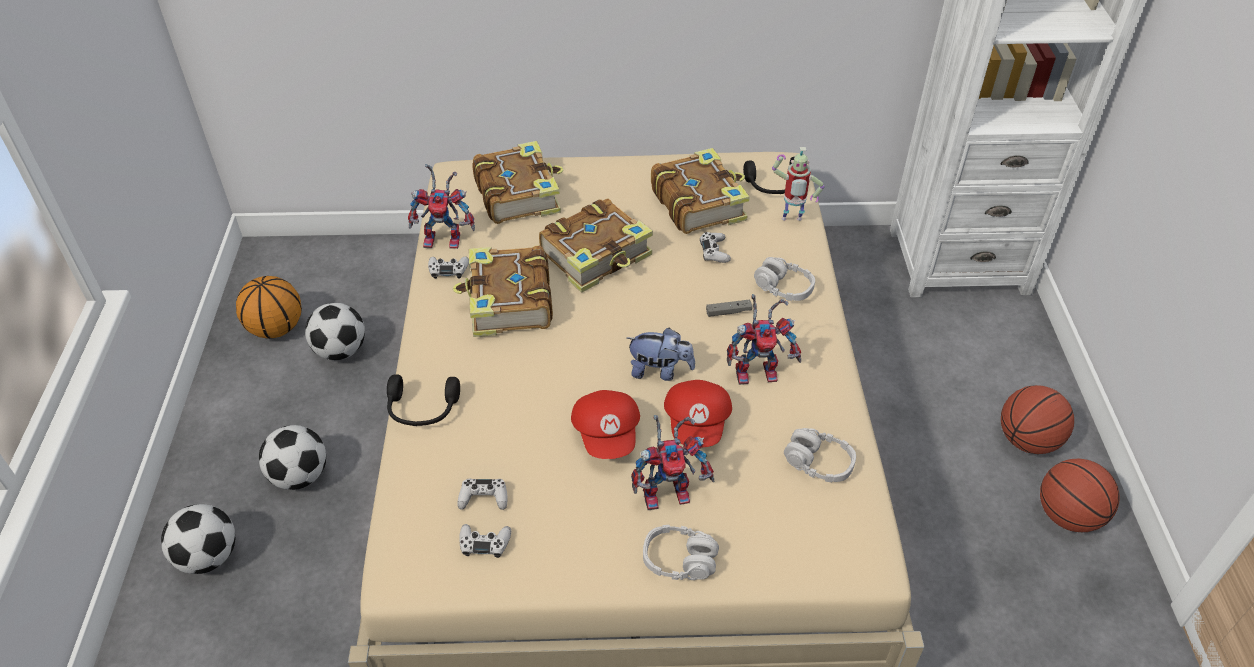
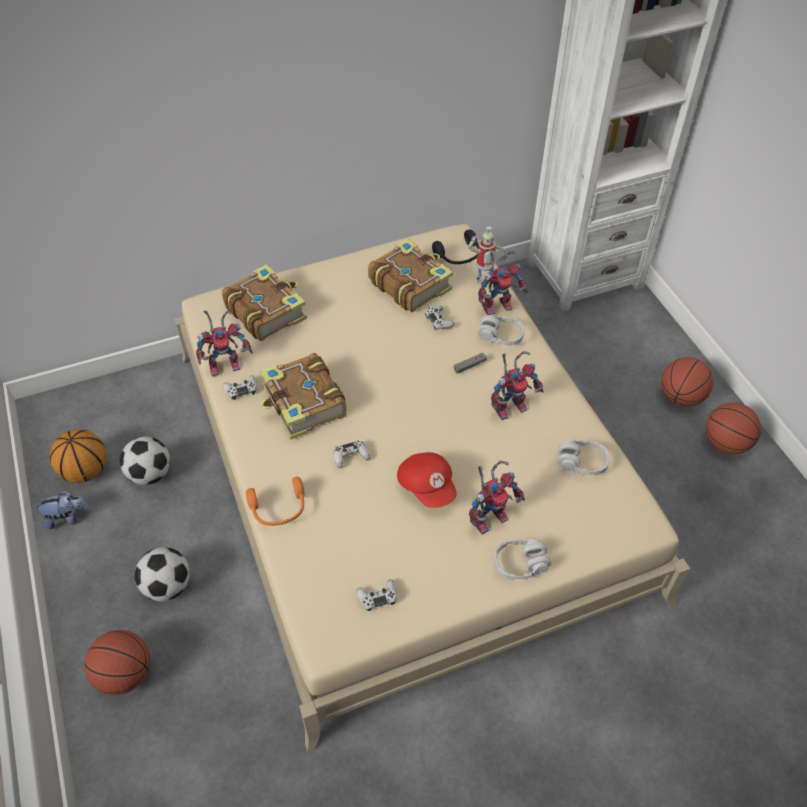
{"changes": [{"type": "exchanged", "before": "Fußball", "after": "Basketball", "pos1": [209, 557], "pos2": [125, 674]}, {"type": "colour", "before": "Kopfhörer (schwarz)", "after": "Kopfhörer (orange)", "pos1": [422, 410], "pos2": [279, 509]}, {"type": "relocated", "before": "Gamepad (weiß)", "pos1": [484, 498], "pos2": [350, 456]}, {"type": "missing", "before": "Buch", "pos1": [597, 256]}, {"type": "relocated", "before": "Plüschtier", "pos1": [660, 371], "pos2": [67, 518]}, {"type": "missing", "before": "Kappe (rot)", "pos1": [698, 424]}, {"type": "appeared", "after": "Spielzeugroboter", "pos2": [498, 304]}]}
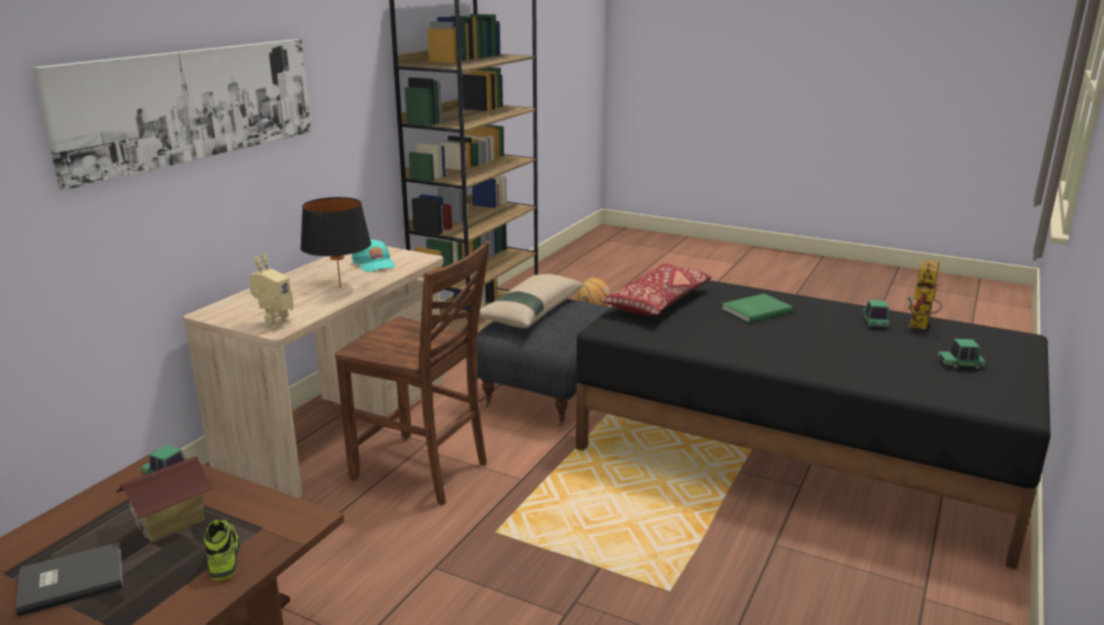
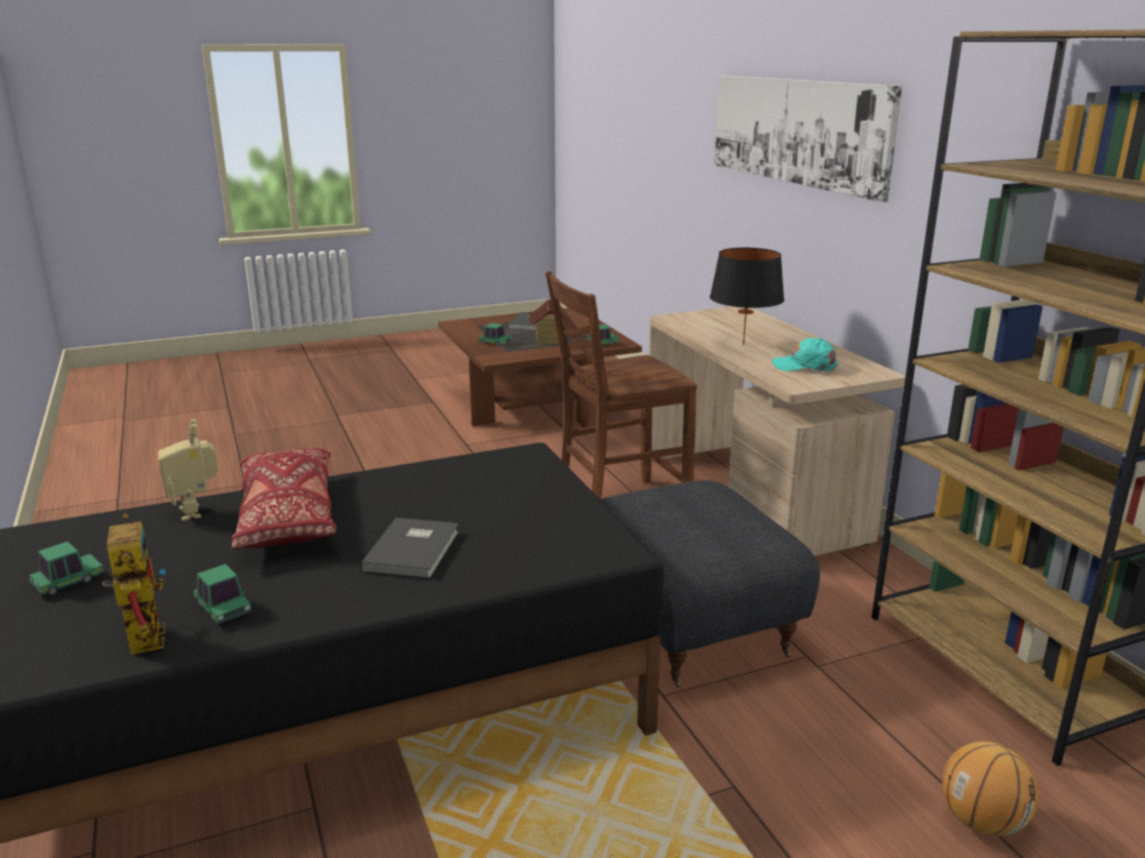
{"changes": [{"type": "exchanged", "before": "Schuh", "after": "Spielzeugauto", "pos1": [223, 557], "pos2": [495, 343]}, {"type": "relocated", "before": "Spielzeugroboter", "pos1": [274, 323], "pos2": [196, 511]}, {"type": "missing", "before": "Kissen (beige)", "pos1": [530, 311]}, {"type": "relocated", "before": "Kissen (rot)", "pos1": [658, 303], "pos2": [288, 516]}, {"type": "colour", "before": "Buch (grün)", "after": "Buch (grau)", "pos1": [754, 310], "pos2": [415, 550]}]}
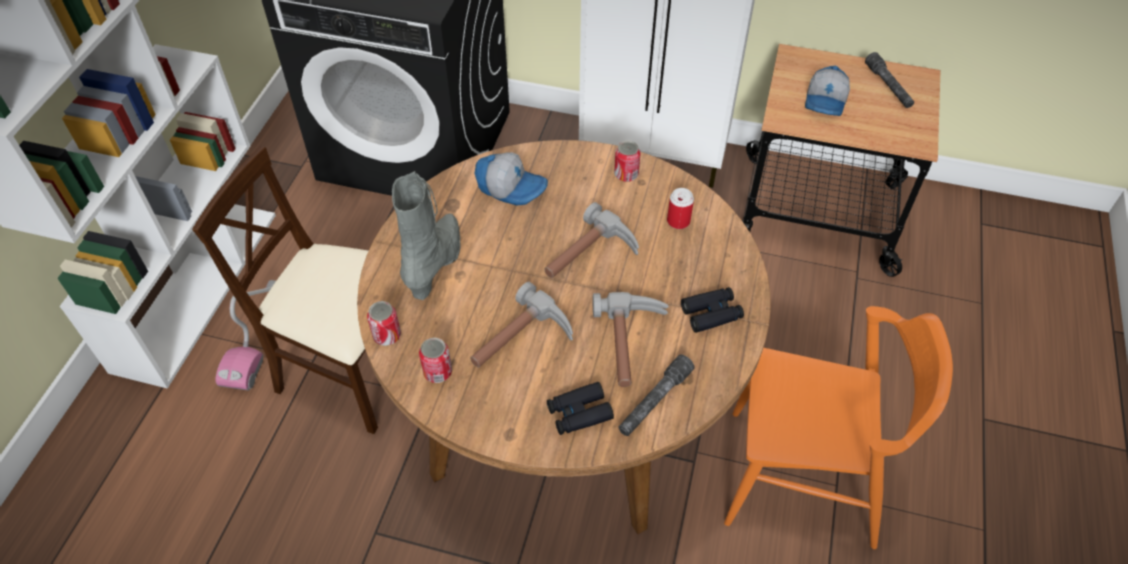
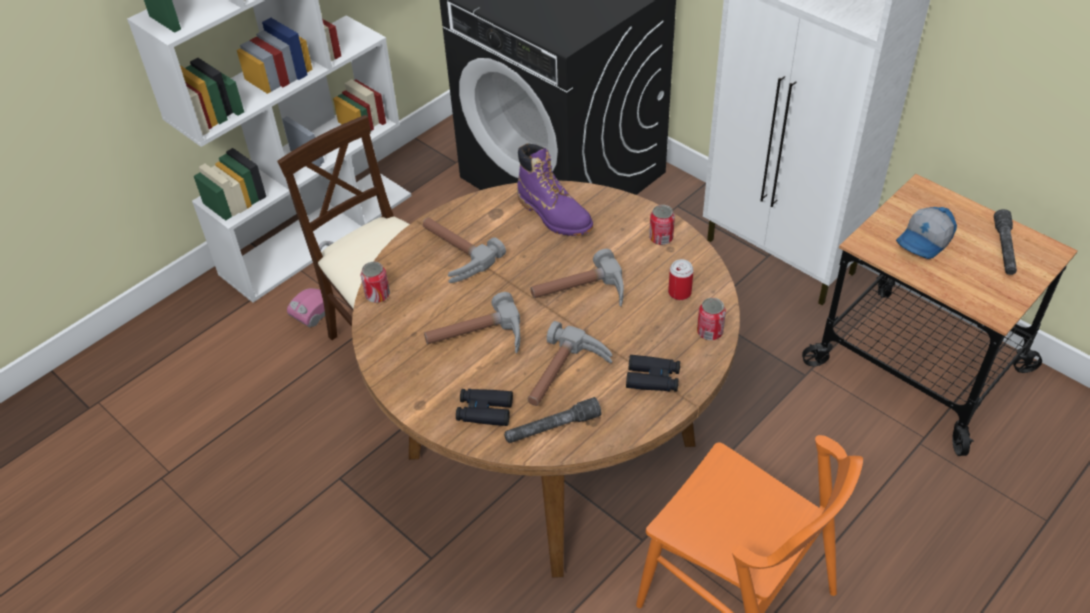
{"changes": [{"type": "exchanged", "before": "Stiefel (grau)", "after": "Hammer", "pos1": [436, 264], "pos2": [451, 255]}, {"type": "relocated", "before": "Dose", "pos1": [437, 372], "pos2": [709, 332]}, {"type": "exchanged", "before": "Kappe", "after": "Stiefel (lila)", "pos1": [511, 186], "pos2": [554, 215]}]}
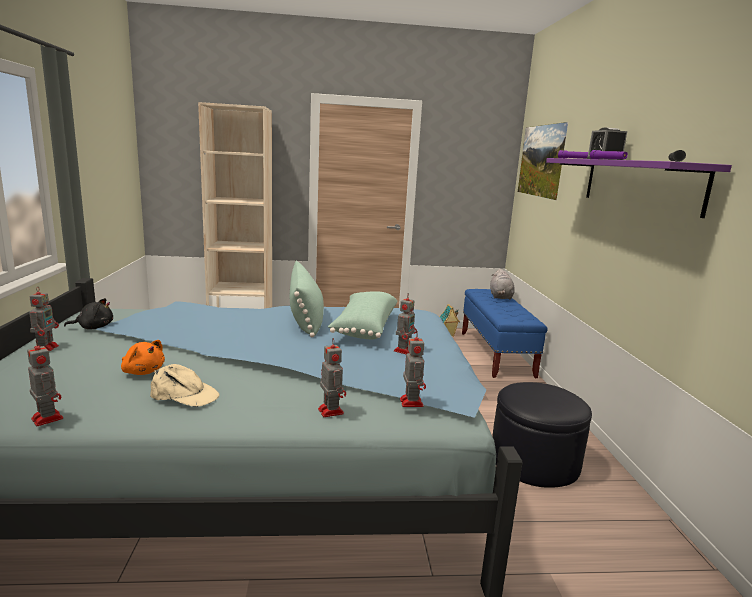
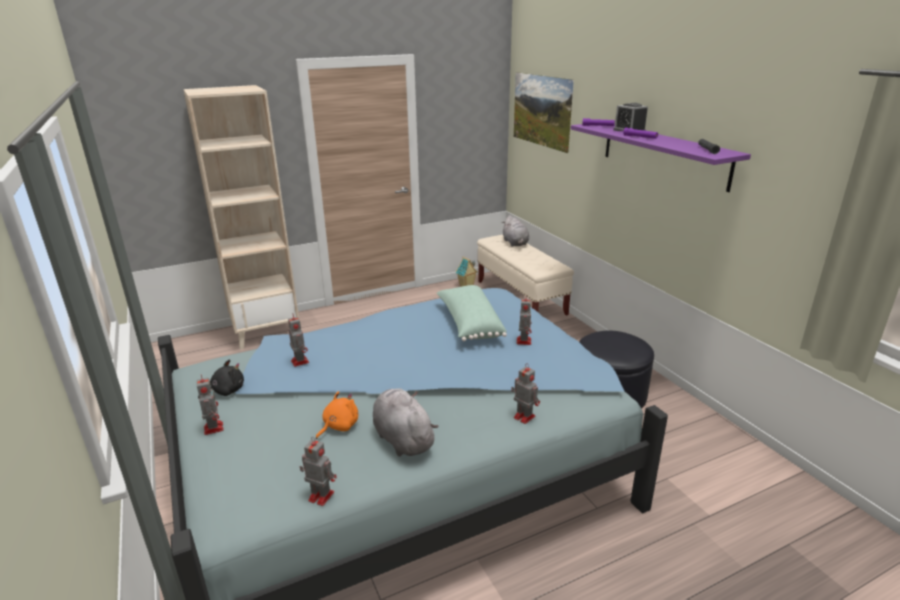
{"changes": [{"type": "spun", "before": "Plüschtier (orange)", "pos1": [143, 371], "pos2": [339, 426], "turn": -60}, {"type": "exchanged", "before": "Kappe (beige)", "after": "Plüschtier (grau)", "pos1": [184, 395], "pos2": [402, 438]}, {"type": "missing", "before": "Kissen (grün)", "pos1": [306, 318]}, {"type": "relocated", "before": "Spielzeugroboter", "pos1": [411, 402], "pos2": [299, 361]}, {"type": "colour", "before": "Bank (blau)", "after": "Bank (beige)", "pos1": [495, 354], "pos2": [520, 298]}]}
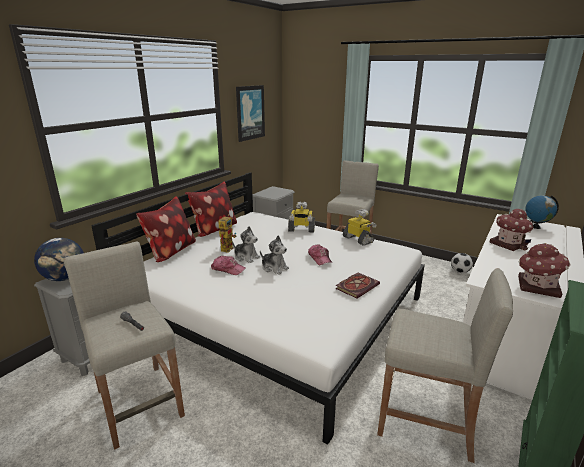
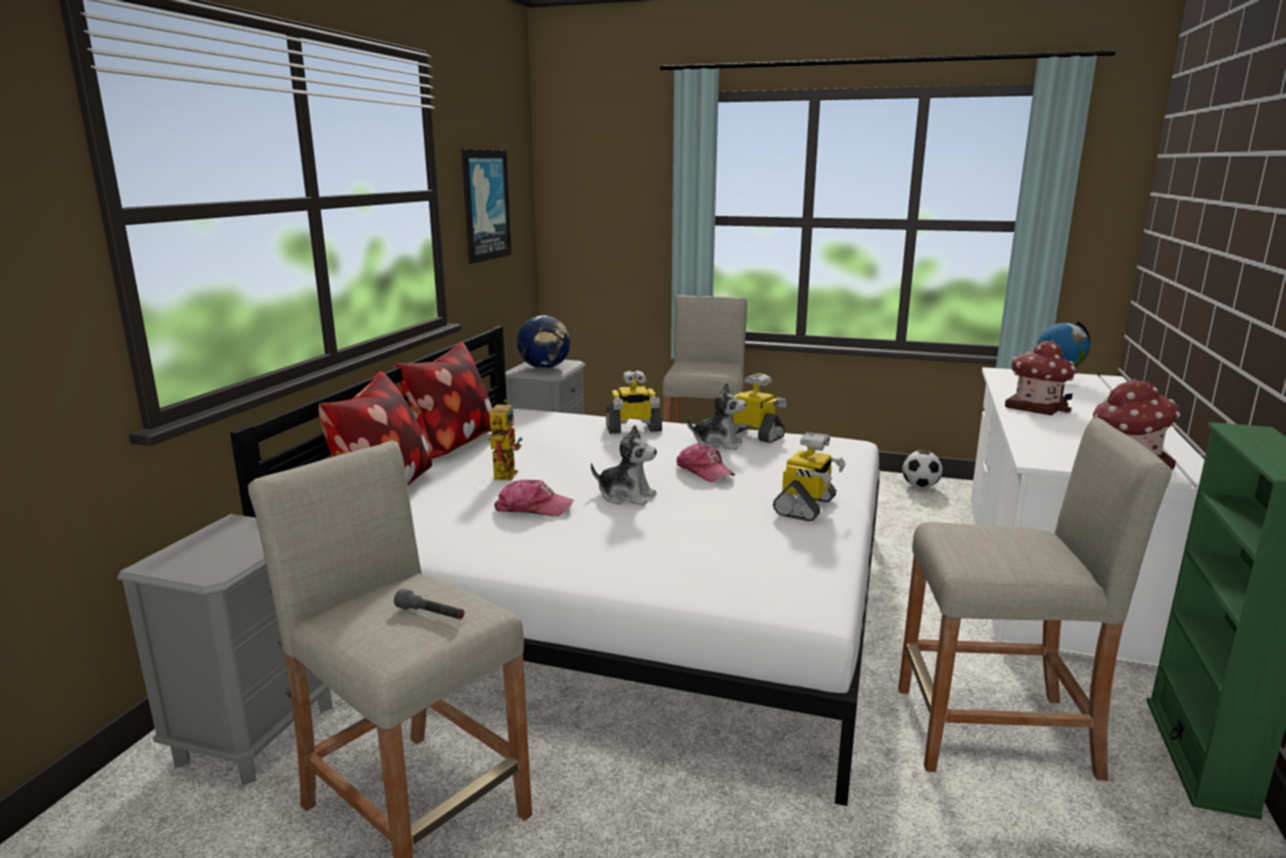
{"changes": [{"type": "relocated", "before": "Globus", "pos1": [65, 278], "pos2": [545, 368]}, {"type": "relocated", "before": "Plüschtier", "pos1": [246, 257], "pos2": [717, 444]}, {"type": "exchanged", "before": "Buch", "after": "Spielzeugroboter", "pos1": [357, 286], "pos2": [806, 507]}]}
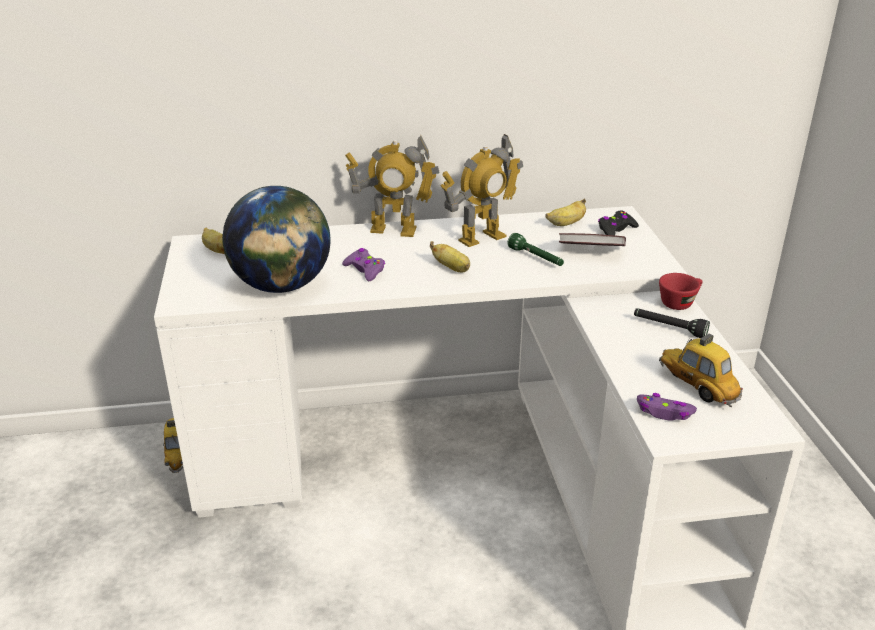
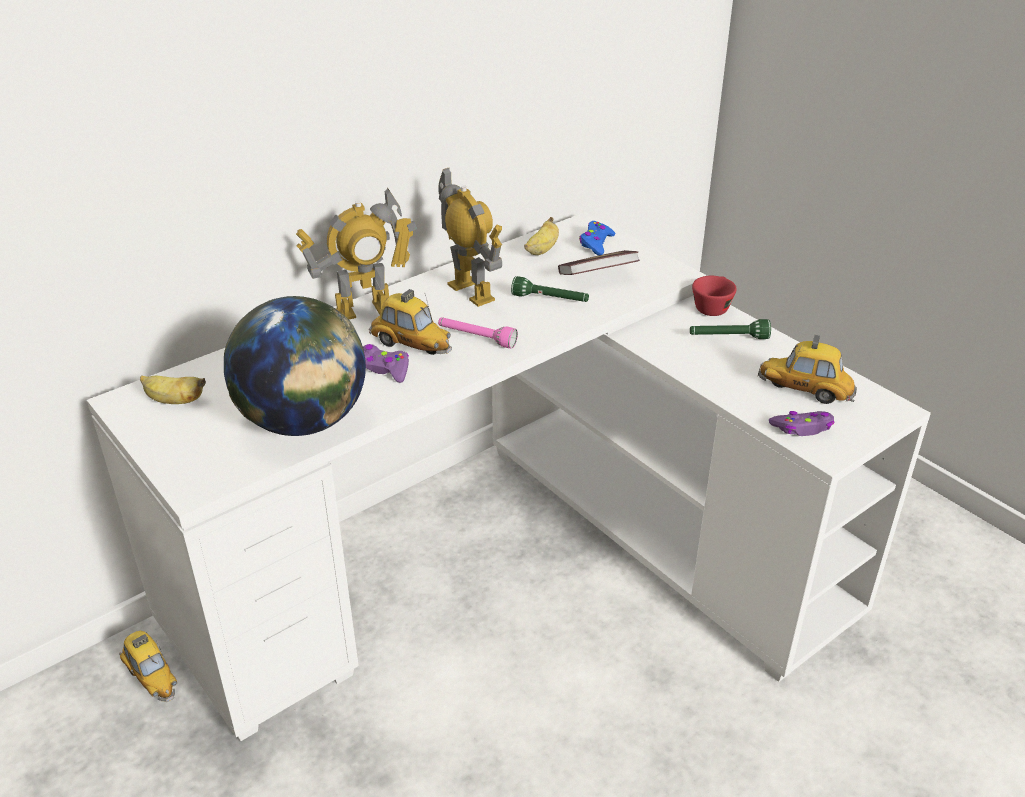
{"changes": [{"type": "exchanged", "before": "Banane", "after": "Taschenlampe (rosa)", "pos1": [452, 268], "pos2": [476, 338]}, {"type": "spun", "before": "Spielzeugroboter", "pos1": [481, 238], "pos2": [471, 292], "turn": -60}, {"type": "colour", "before": "Gamepad (schwarz)", "after": "Gamepad (blau)", "pos1": [616, 229], "pos2": [596, 243]}, {"type": "colour", "before": "Taschenlampe (schwarz)", "after": "Taschenlampe (grün)", "pos1": [669, 328], "pos2": [728, 338]}, {"type": "appeared", "after": "Spielzeugauto", "pos2": [411, 345]}]}
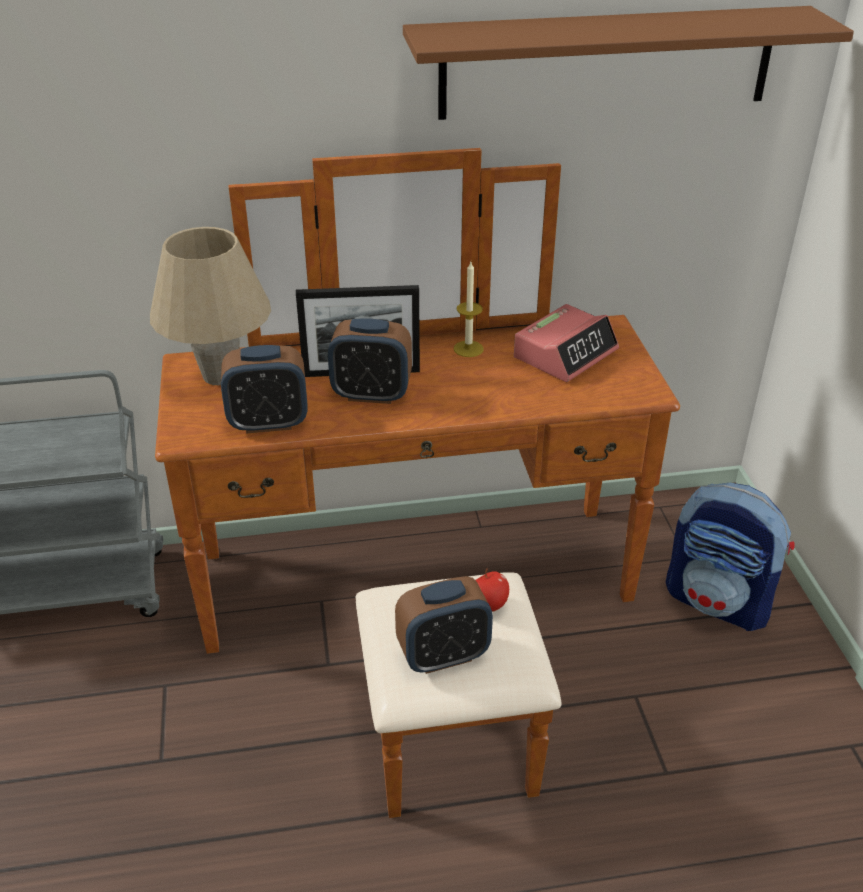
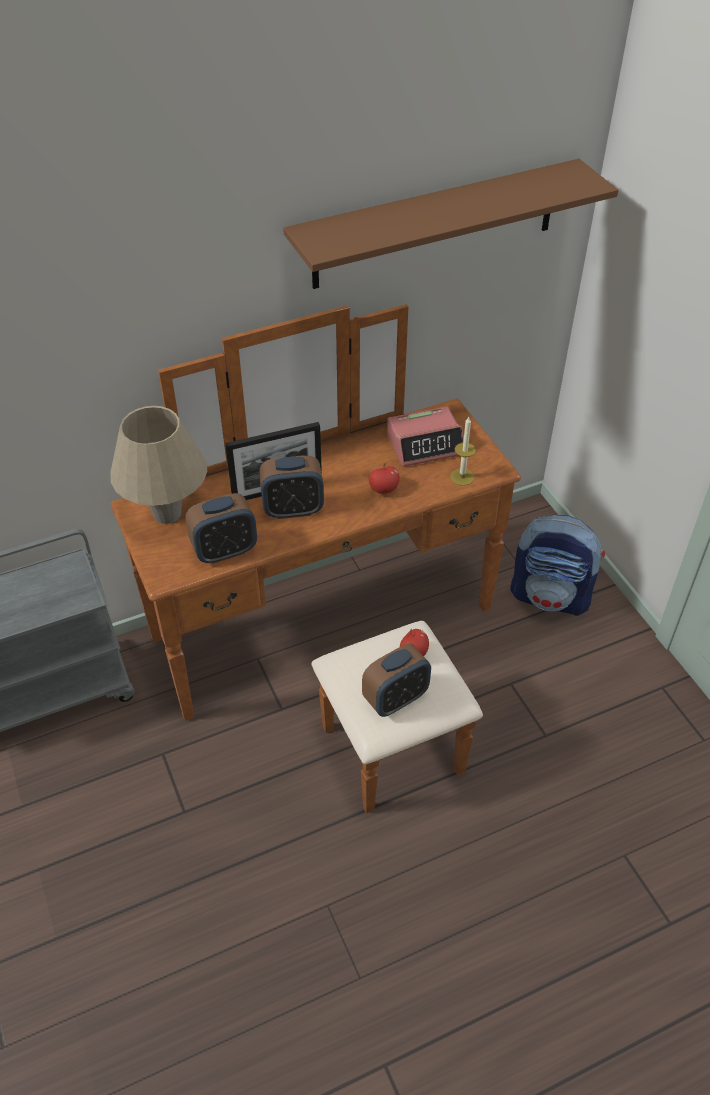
{"changes": [{"type": "relocated", "before": "Kerze", "pos1": [468, 349], "pos2": [462, 477]}, {"type": "spun", "before": "Wecker", "pos1": [565, 353], "pos2": [425, 444], "turn": 45}, {"type": "appeared", "after": "Apfel", "pos2": [383, 489]}]}
